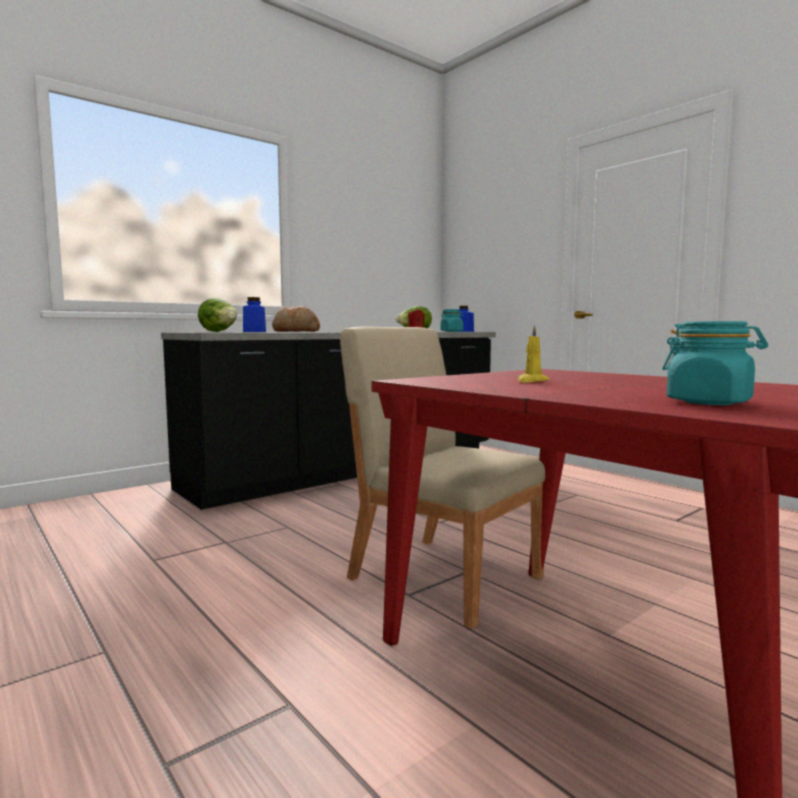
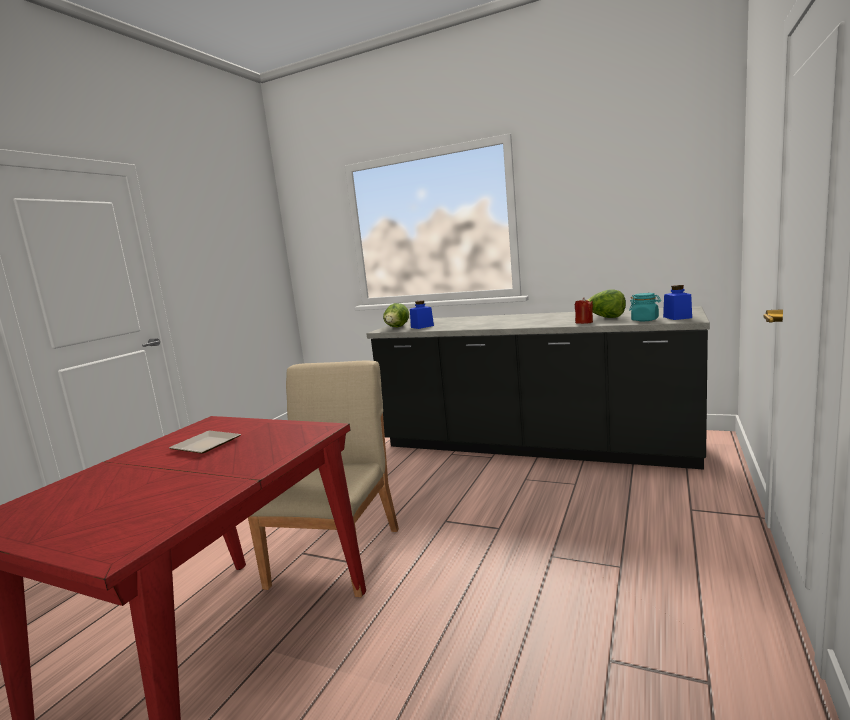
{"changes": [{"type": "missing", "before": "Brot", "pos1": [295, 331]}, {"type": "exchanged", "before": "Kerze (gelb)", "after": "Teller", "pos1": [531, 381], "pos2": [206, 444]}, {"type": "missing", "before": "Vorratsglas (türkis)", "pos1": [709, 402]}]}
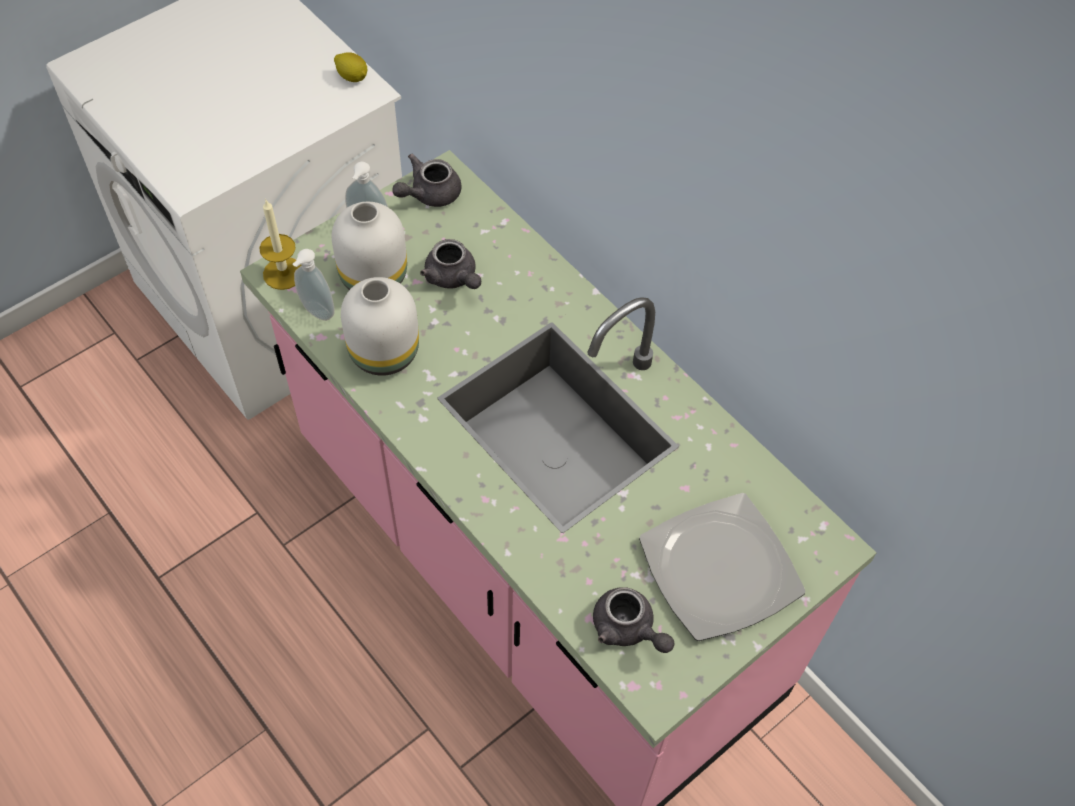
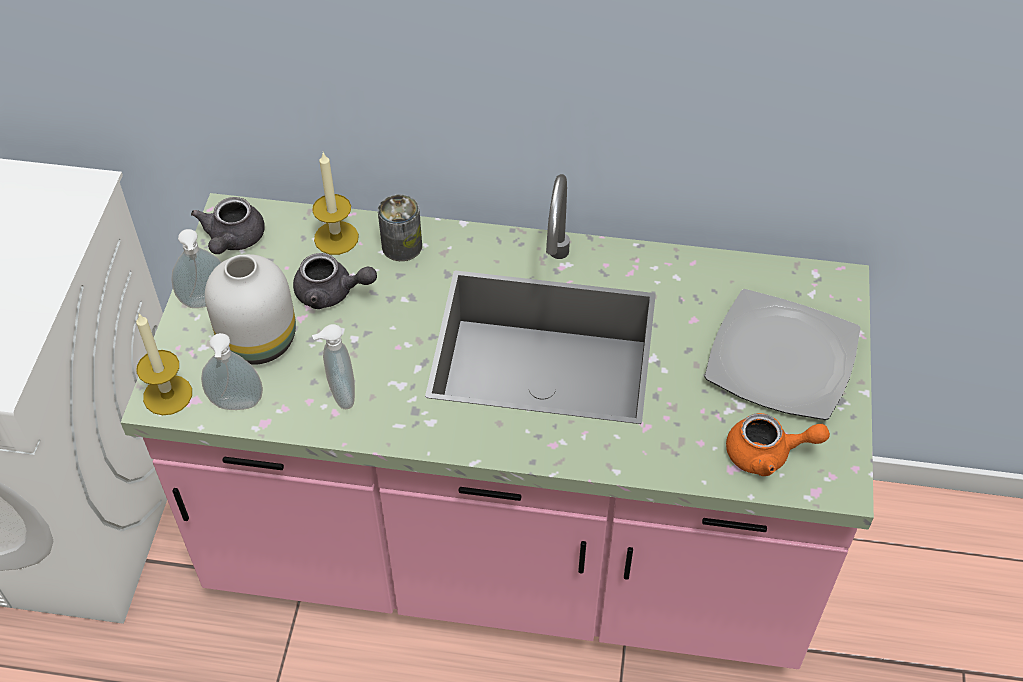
{"changes": [{"type": "missing", "before": "Zitrone", "pos1": [352, 77]}, {"type": "exchanged", "before": "Vase (weiß)", "after": "Seifenspender", "pos1": [385, 354], "pos2": [340, 395]}, {"type": "colour", "before": "Teekanne (grau)", "after": "Teekanne (orange)", "pos1": [628, 629], "pos2": [767, 454]}, {"type": "appeared", "after": "Kerze", "pos2": [336, 238]}, {"type": "appeared", "after": "Dose", "pos2": [402, 246]}]}
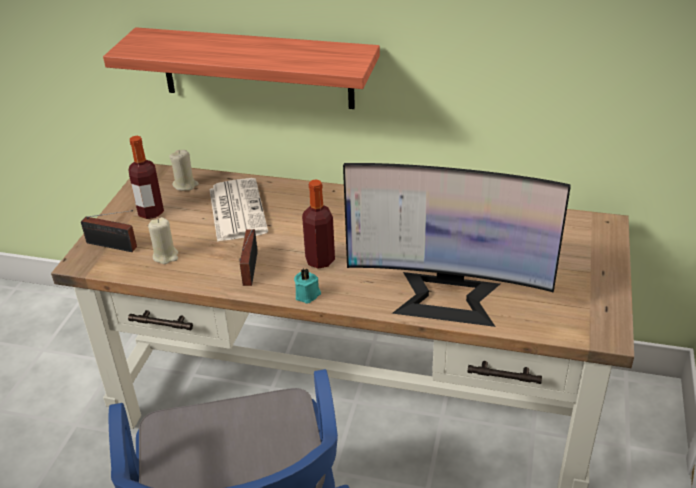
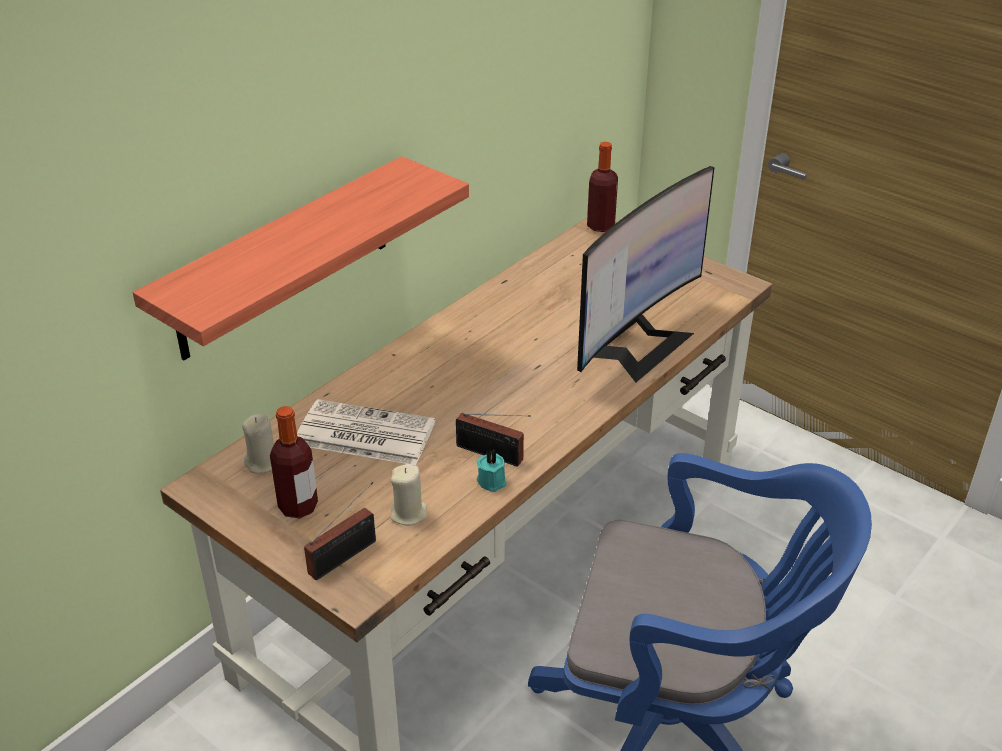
{"changes": [{"type": "relocated", "before": "Kerze (türkis)", "pos1": [308, 295], "pos2": [492, 480]}, {"type": "relocated", "before": "Flasche", "pos1": [320, 260], "pos2": [600, 226]}]}
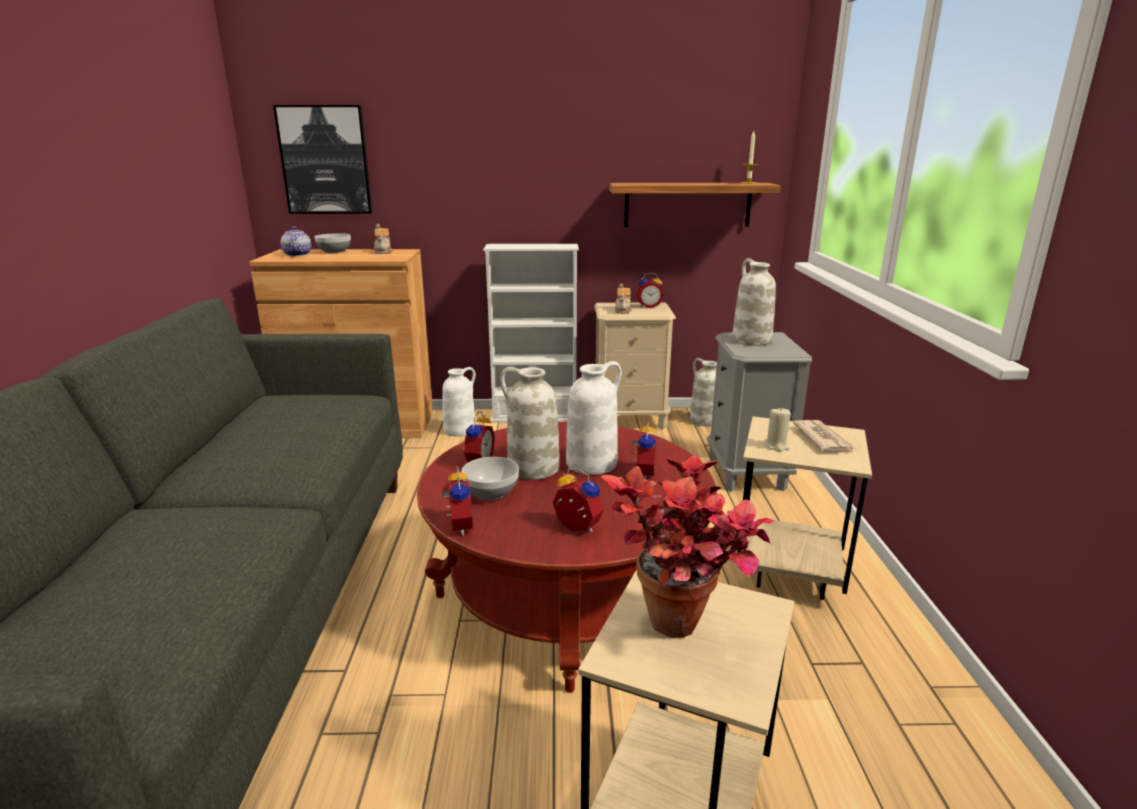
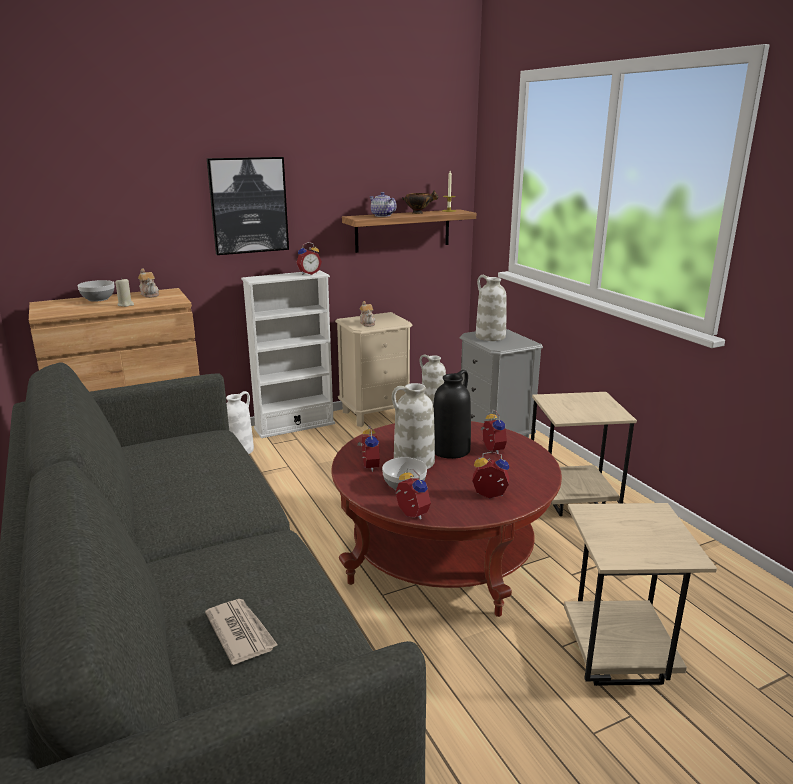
{"changes": [{"type": "relocated", "before": "Bild", "pos1": [325, 160], "pos2": [248, 205]}, {"type": "relocated", "before": "Teekanne", "pos1": [297, 255], "pos2": [382, 215]}, {"type": "colour", "before": "Vase (weiß)", "after": "Vase (schwarz)", "pos1": [592, 463], "pos2": [450, 449]}, {"type": "missing", "before": "Topfpflanze", "pos1": [683, 636]}, {"type": "relocated", "before": "Wecker", "pos1": [648, 306], "pos2": [308, 273]}, {"type": "relocated", "before": "Kerze (beige)", "pos1": [776, 446], "pos2": [125, 305]}, {"type": "relocated", "before": "Zeitung", "pos1": [822, 439], "pos2": [241, 632]}, {"type": "appeared", "after": "Schüssel", "pos2": [418, 213]}]}
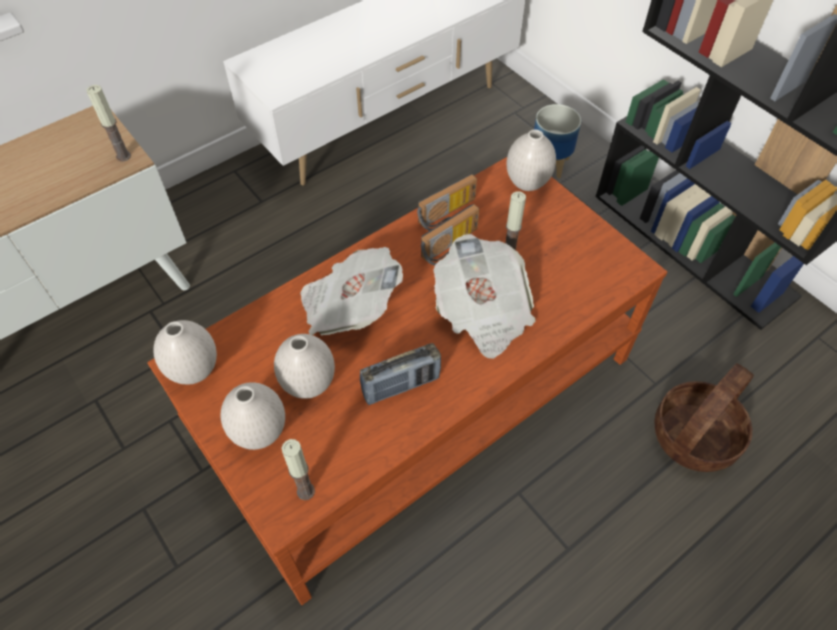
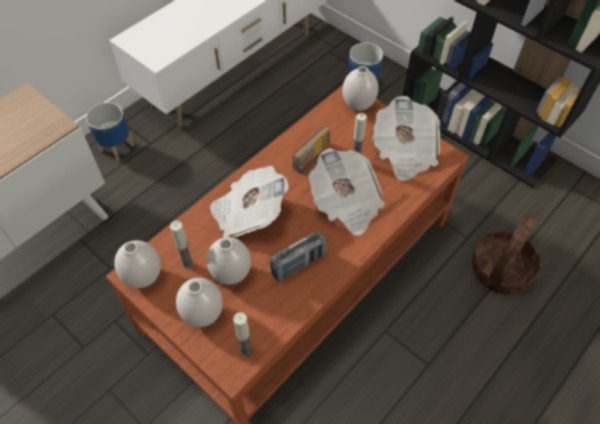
{"changes": [{"type": "relocated", "before": "Kerze", "pos1": [123, 156], "pos2": [188, 263]}, {"type": "missing", "before": "Radio", "pos1": [448, 215]}, {"type": "appeared", "after": "Pflanzkübel", "pos2": [117, 147]}, {"type": "appeared", "after": "Zeitung", "pos2": [404, 152]}]}
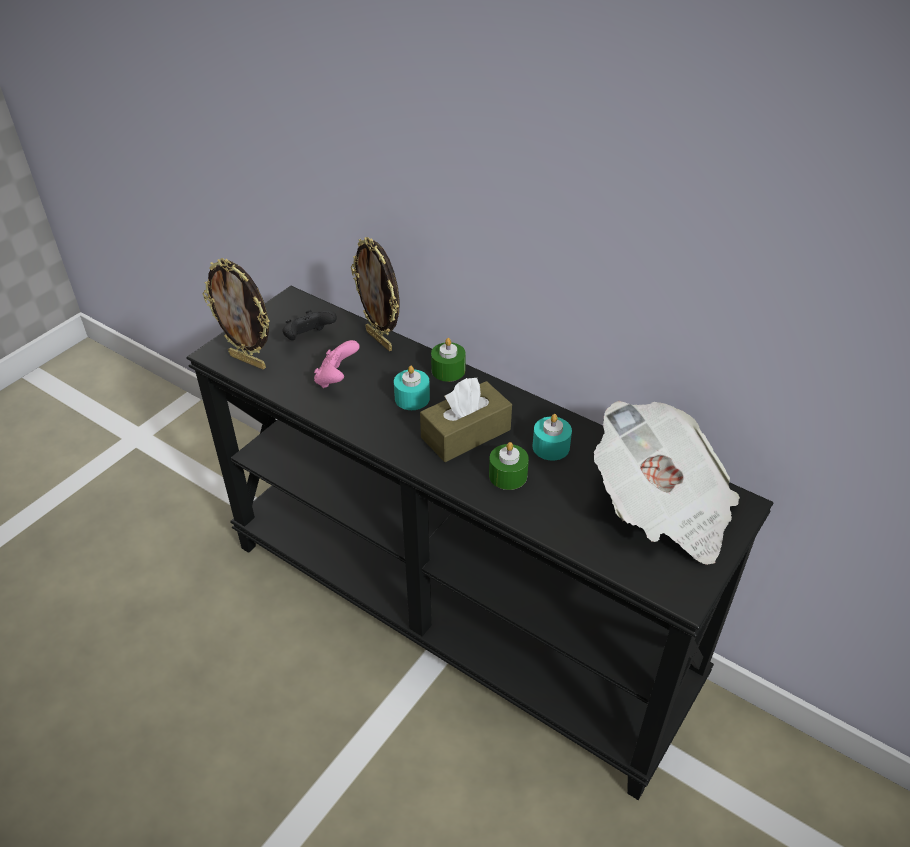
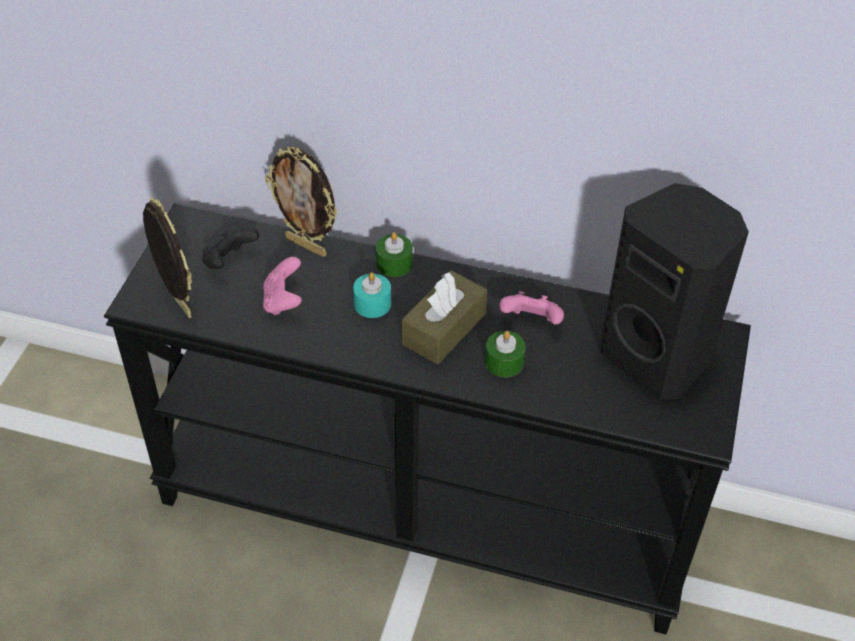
{"changes": [{"type": "spun", "before": "Bilderrahmen", "pos1": [249, 361], "pos2": [177, 303], "turn": -135}, {"type": "exchanged", "before": "Kerze (türkis)", "after": "Gamepad (rosa)", "pos1": [551, 447], "pos2": [531, 322]}, {"type": "exchanged", "before": "Zeitung", "after": "Lautsprecher (schwarz)", "pos1": [662, 508], "pos2": [657, 357]}]}
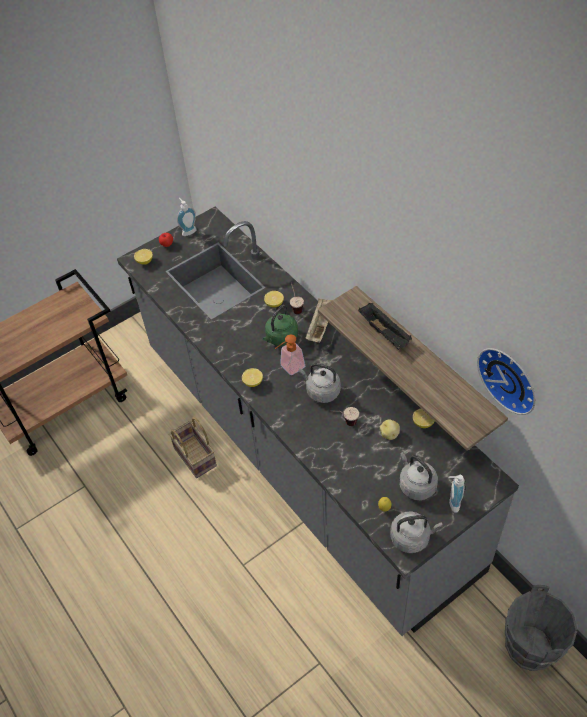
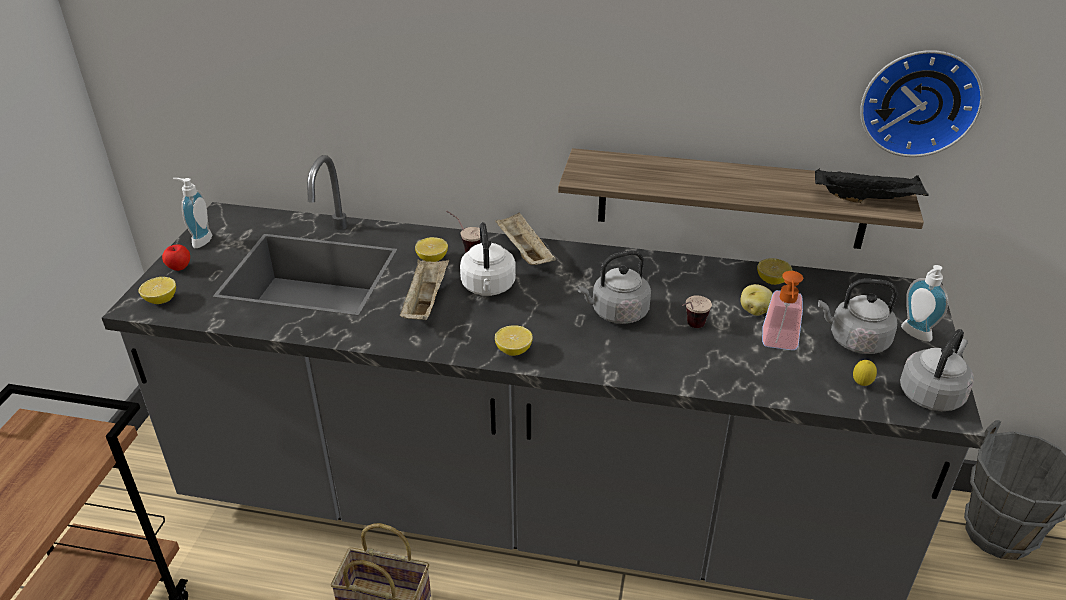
{"changes": [{"type": "colour", "before": "Wasserkessel (grün)", "after": "Wasserkessel (weiß)", "pos1": [281, 338], "pos2": [488, 287]}, {"type": "relocated", "before": "Seifenspender", "pos1": [289, 368], "pos2": [779, 344]}, {"type": "relocated", "before": "Tablett (schwarz)", "pos1": [385, 333], "pos2": [867, 199]}, {"type": "appeared", "after": "Tablett (beige)", "pos2": [425, 302]}]}
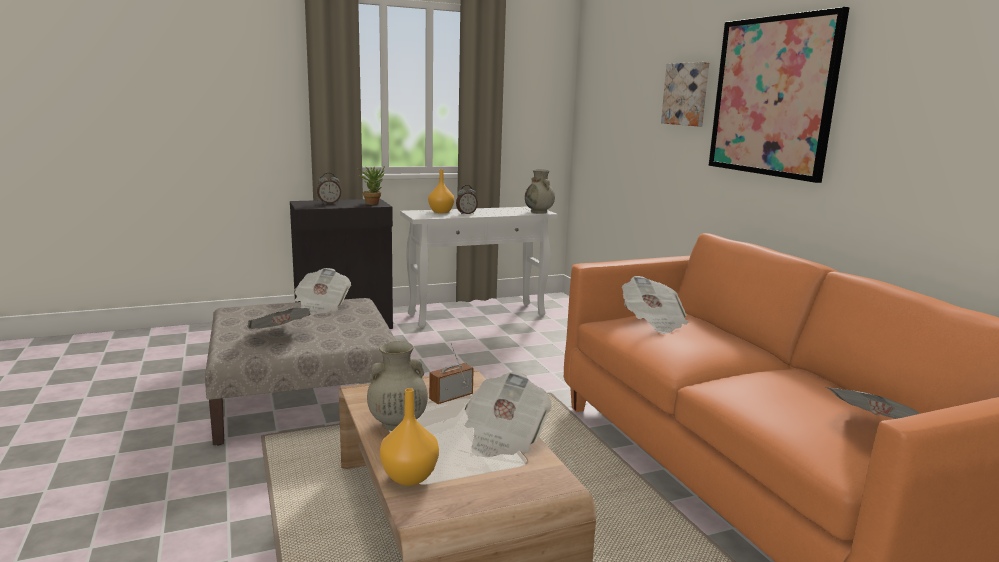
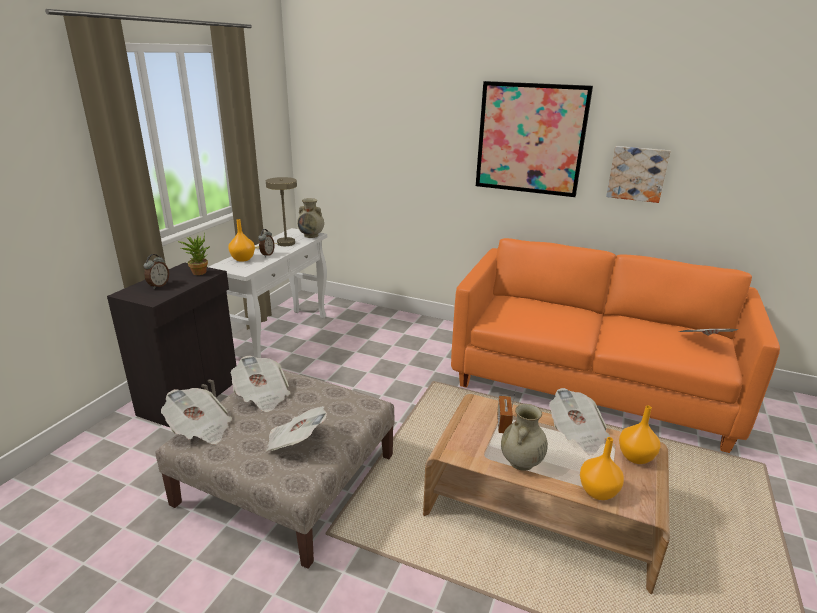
{"changes": [{"type": "relocated", "before": "Zeitung", "pos1": [653, 322], "pos2": [200, 429]}, {"type": "relocated", "before": "Bild", "pos1": [687, 94], "pos2": [637, 173]}, {"type": "appeared", "after": "Tischlampe (beige)", "pos2": [282, 244]}, {"type": "appeared", "after": "Vase (orange)", "pos2": [636, 456]}]}
